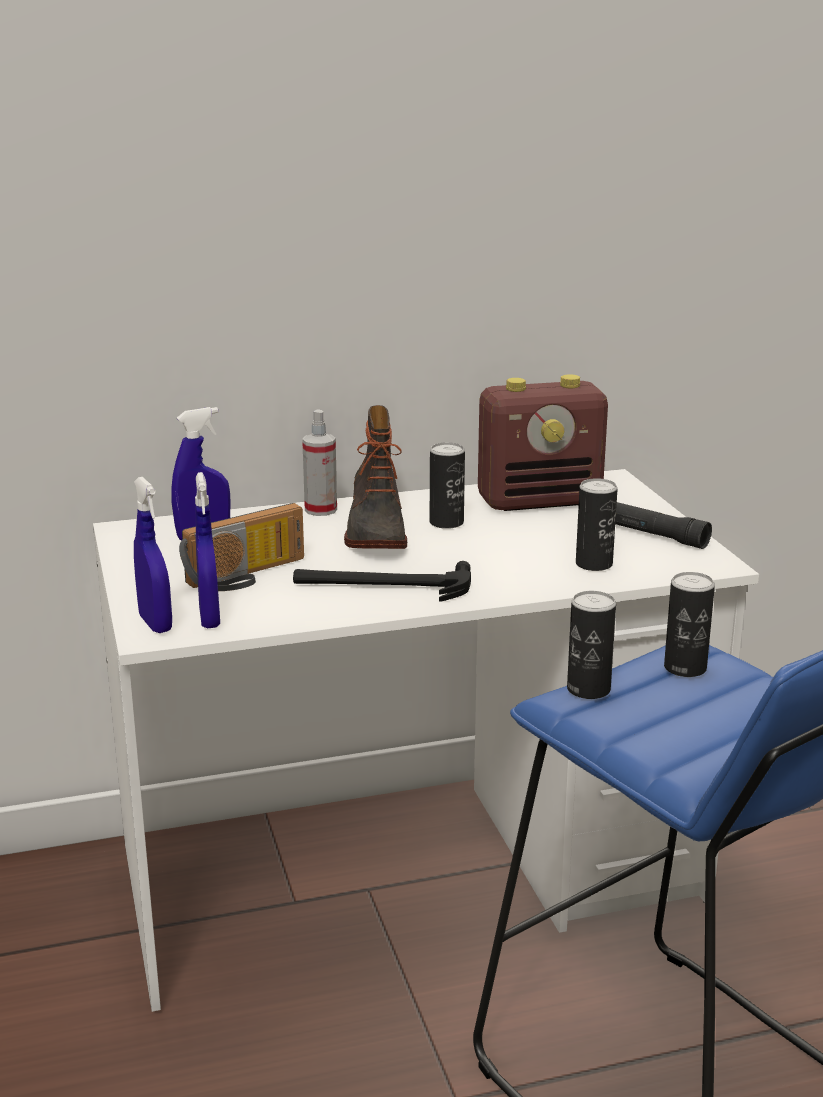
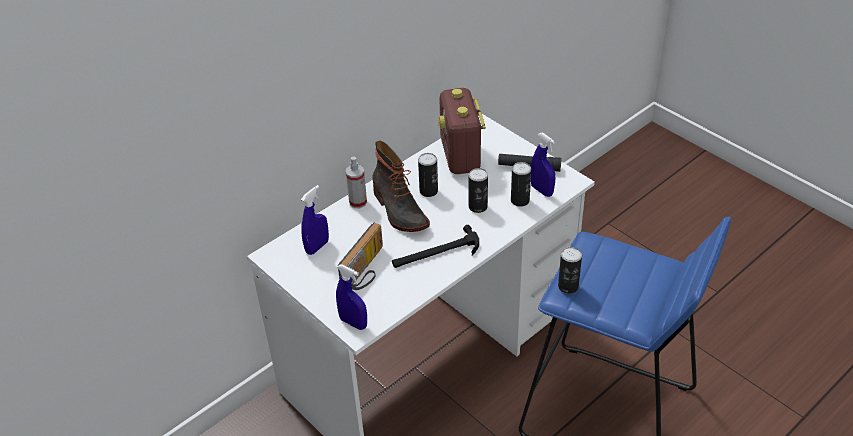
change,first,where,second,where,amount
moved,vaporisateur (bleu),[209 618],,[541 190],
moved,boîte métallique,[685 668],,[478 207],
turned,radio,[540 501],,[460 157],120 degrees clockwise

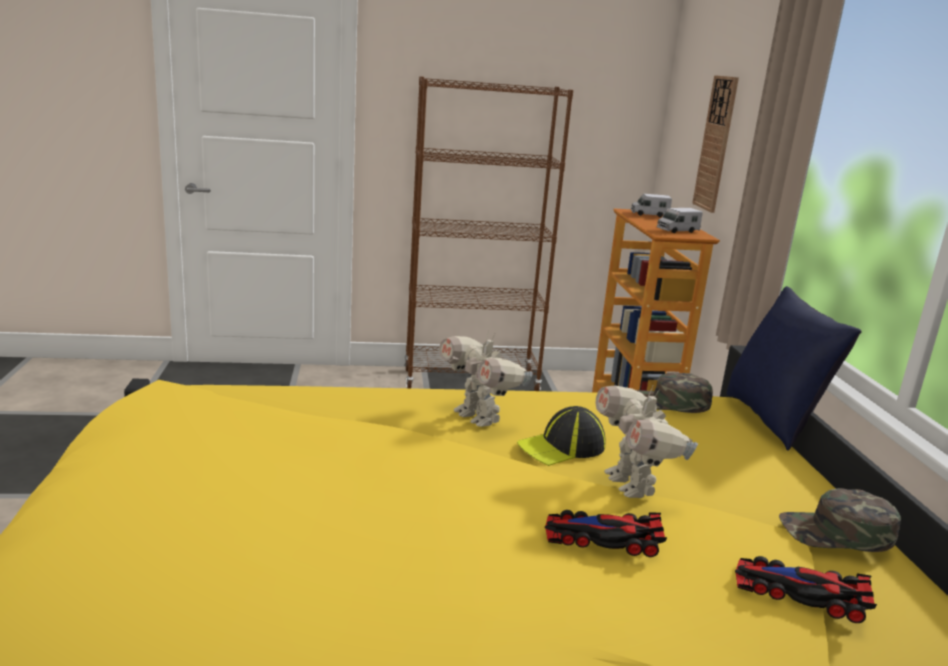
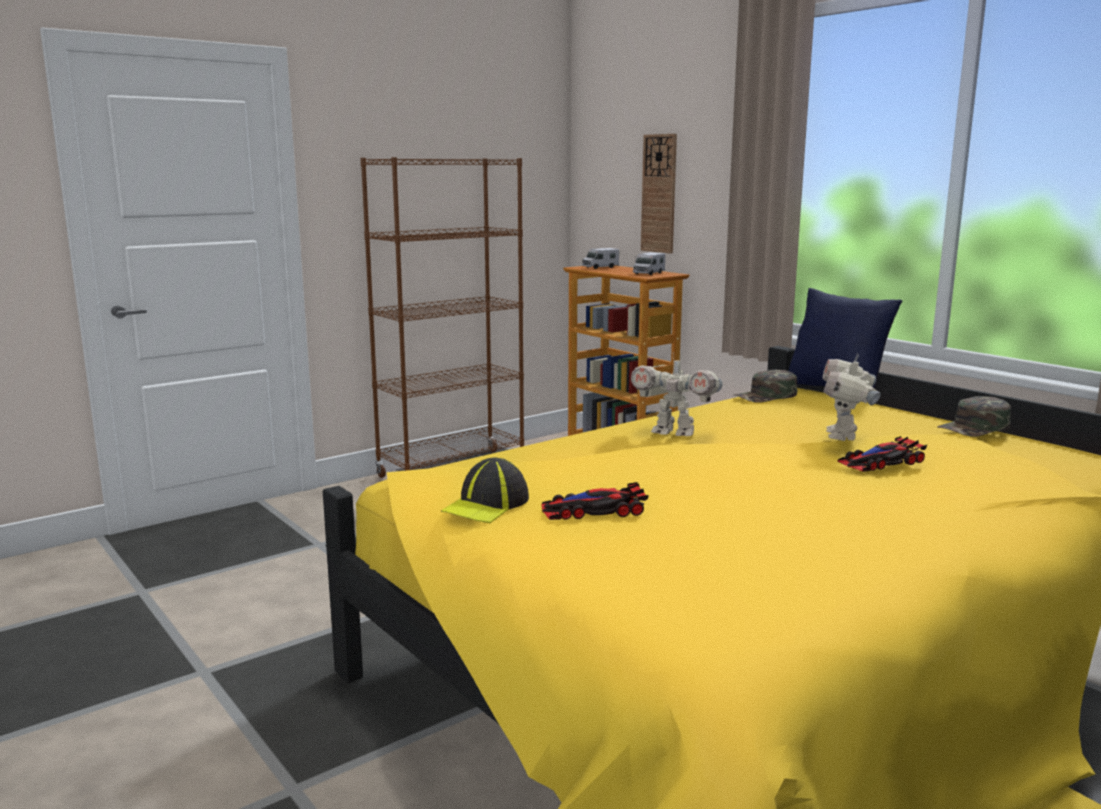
change,first,where,second,where,amount
moved,casquette,[562 447],,[486 505],
moved,petite voiture,[800 592],,[593 510],
turned,robot jouet,[632 485],,[844 436],60 degrees clockwise

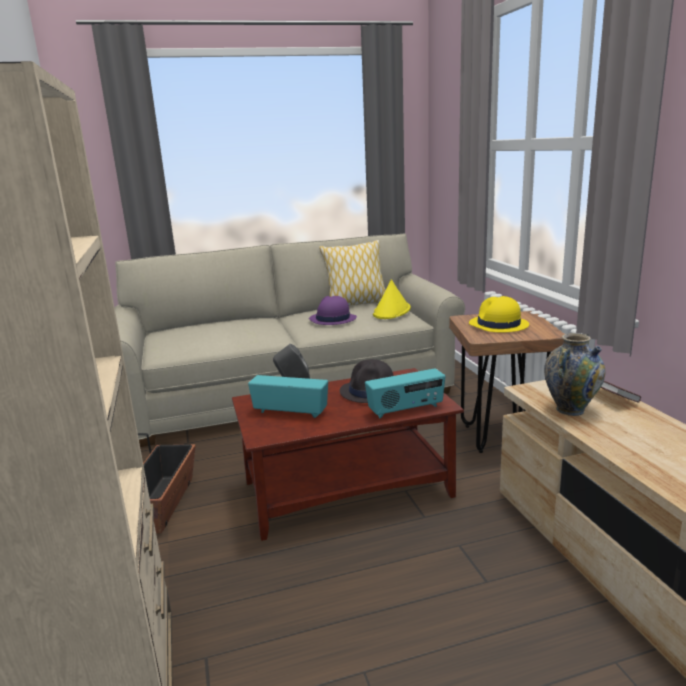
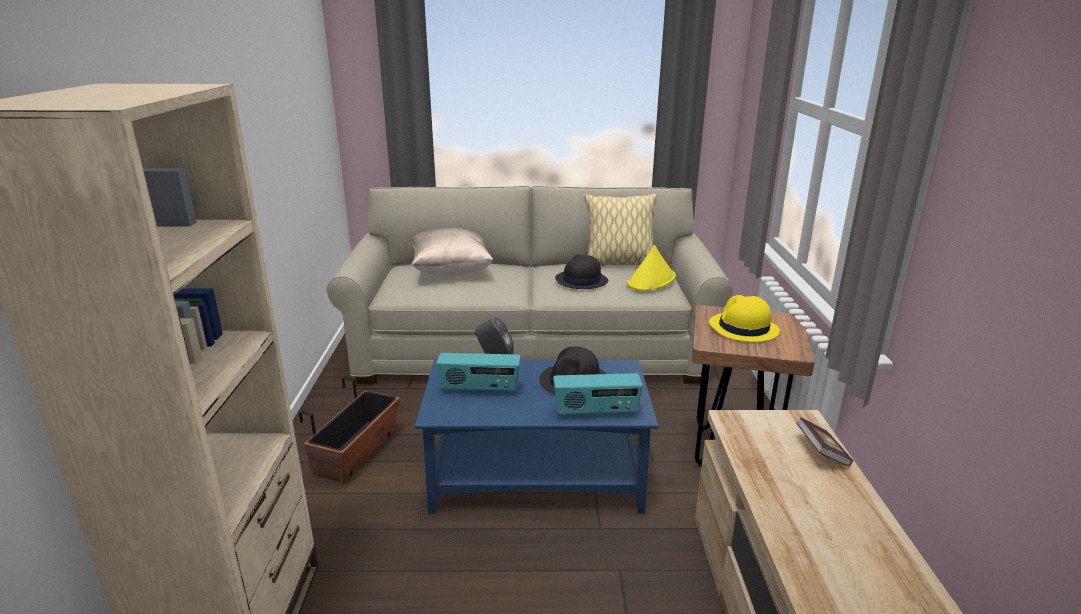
change,first,where,second,where,amount
removed,vase,[570 409],,,
added,,,coussin (beige),[451 271],
recoloured,table basse (marron),[348 488],table basse (bleu),[538 476],
recoloured,chapeau (violet),[332 319],chapeau (noir),[581 280],
turned,radio,[291 412],,[479 390],150 degrees clockwise

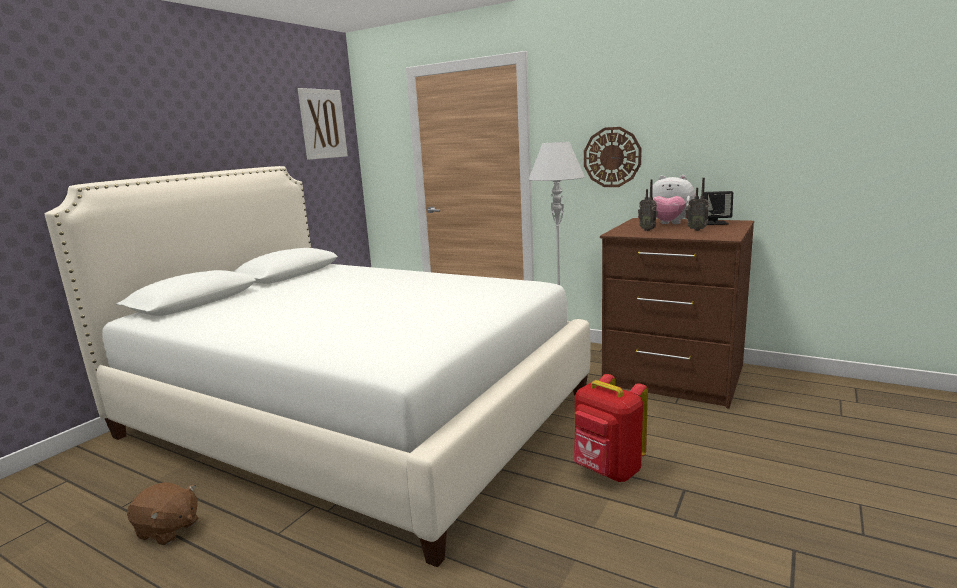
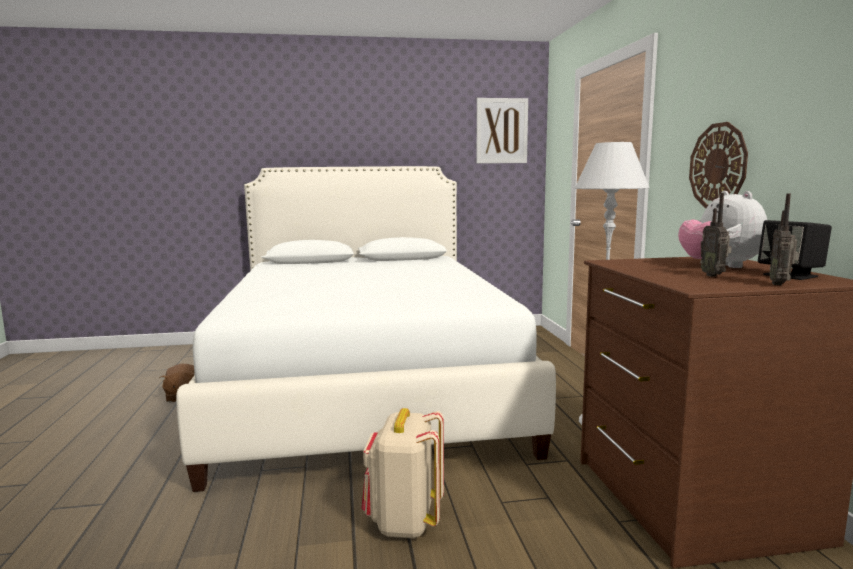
change,first,where,second,where,amount
moved,radio,[648 230],,[781 284],
recoloured,sac à dos (rouge),[607 471],sac à dos (beige),[404 522],

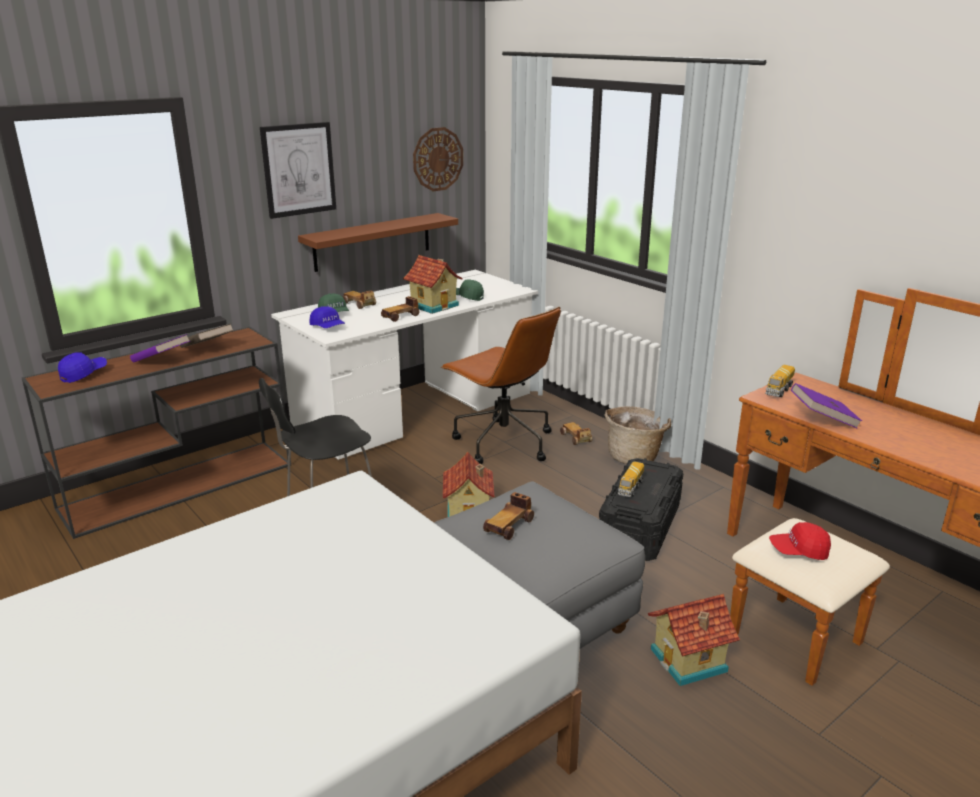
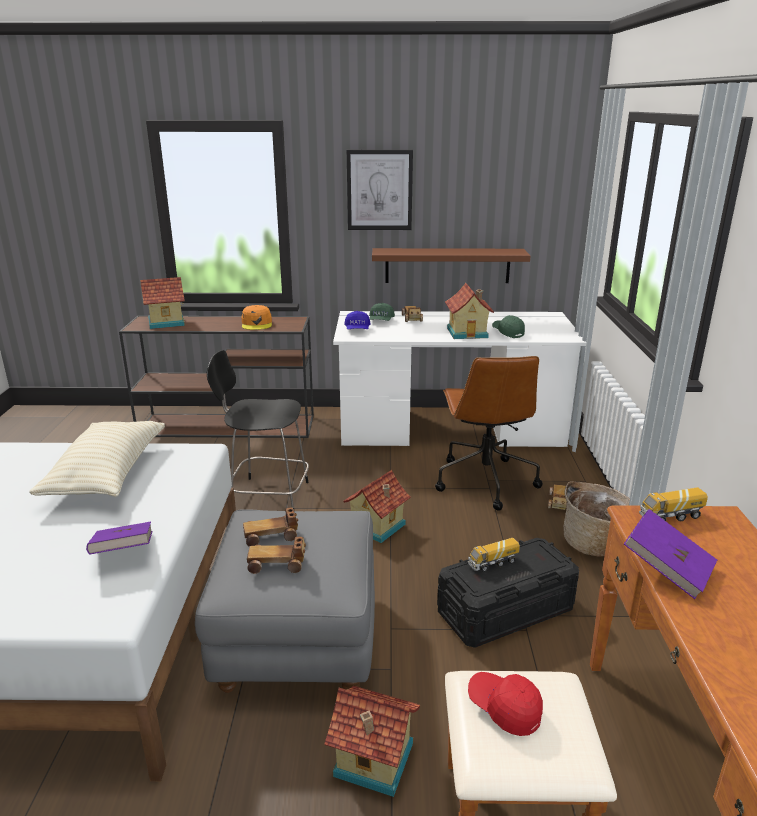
change,first,where,second,where,amount
removed,horloge murale,[437 159],,,
added,,,coussin (beige),[107 474],
moved,livre (violet),[162 361],,[124 553],
moved,petite voiture,[401 316],,[277 564],
replaced,casquette (bleu),[84 374],maison miniature,[166 322],
replaced,livre (marron),[207 348],casquette (orange),[257 324],

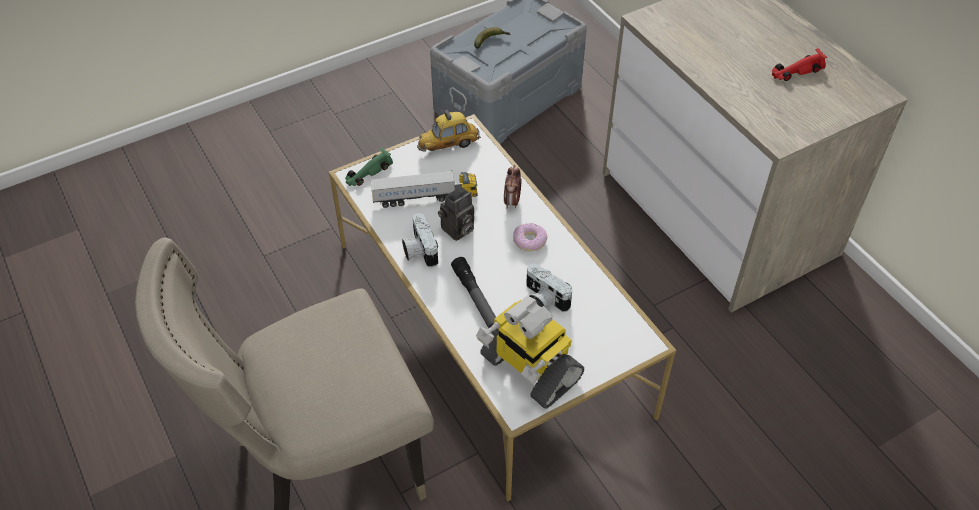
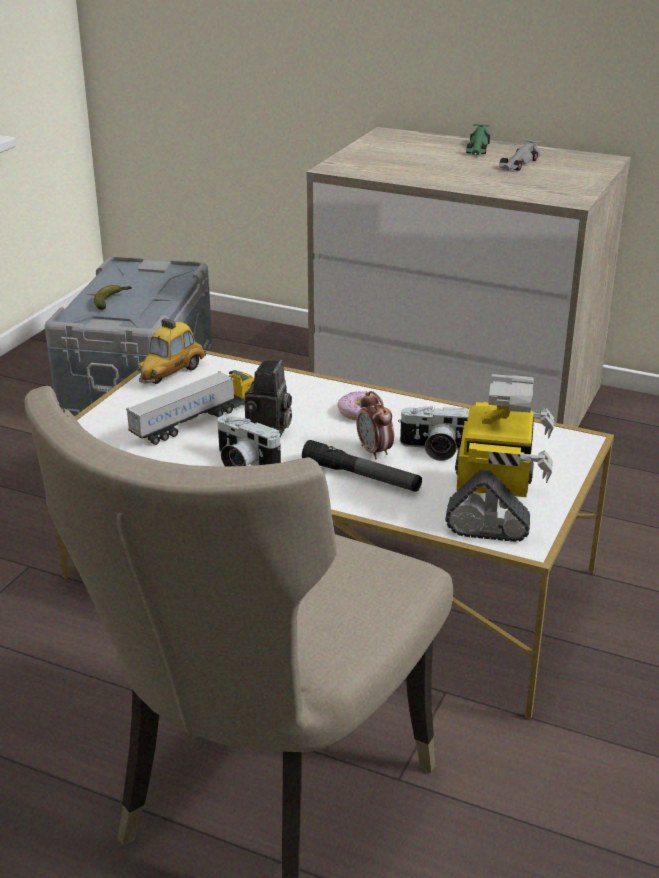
change,first,where,second,where,amount
moved,petite voiture (vert),[368 173],,[477 148],
moved,réveil,[512 202],,[374 451],
recoloured,petite voiture (rouge),[796 71],petite voiture (gris),[518 164],
turned,robot jouet,[529 368],,[493 505],90 degrees counterclockwise

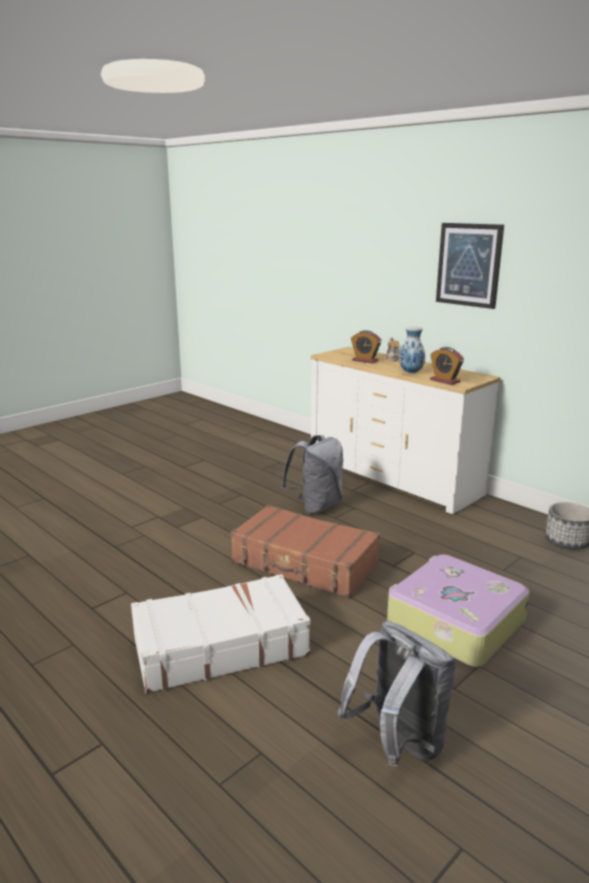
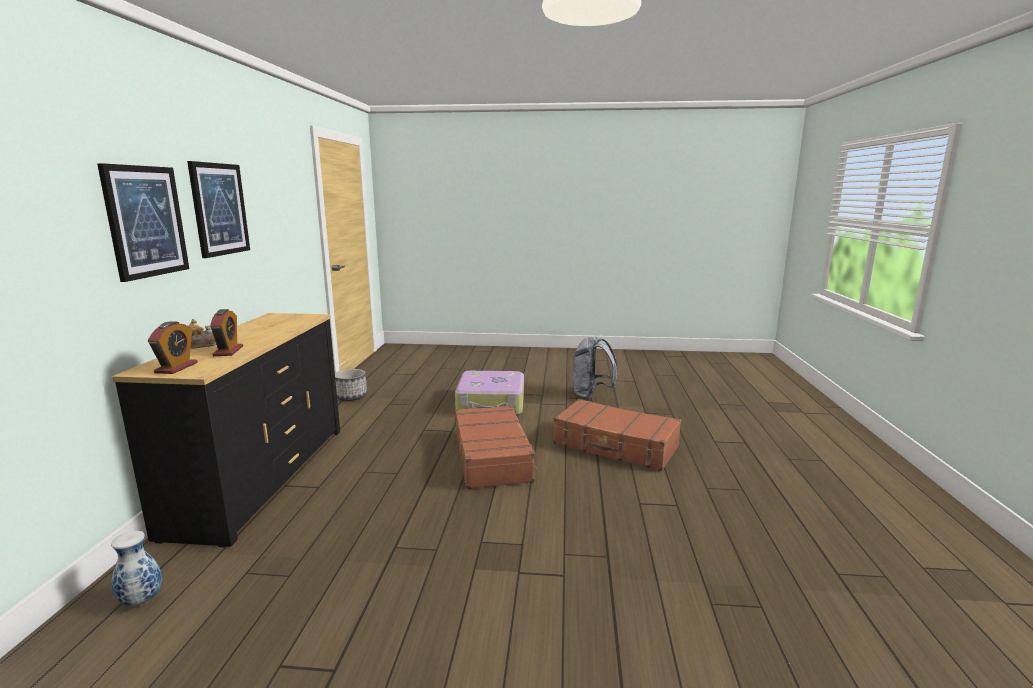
change,first,where,second,where,amount
removed,sac à dos (gris),[316 506],,,
added,,,tableau,[145 221],
moved,vase,[411 372],,[140 601],
moved,réveil,[444 381],,[176 368],
recoloured,valise (blanc),[219 646],valise (marron),[615 446],
recoloured,commode (blanc),[393 477],commode (noir),[261 477],

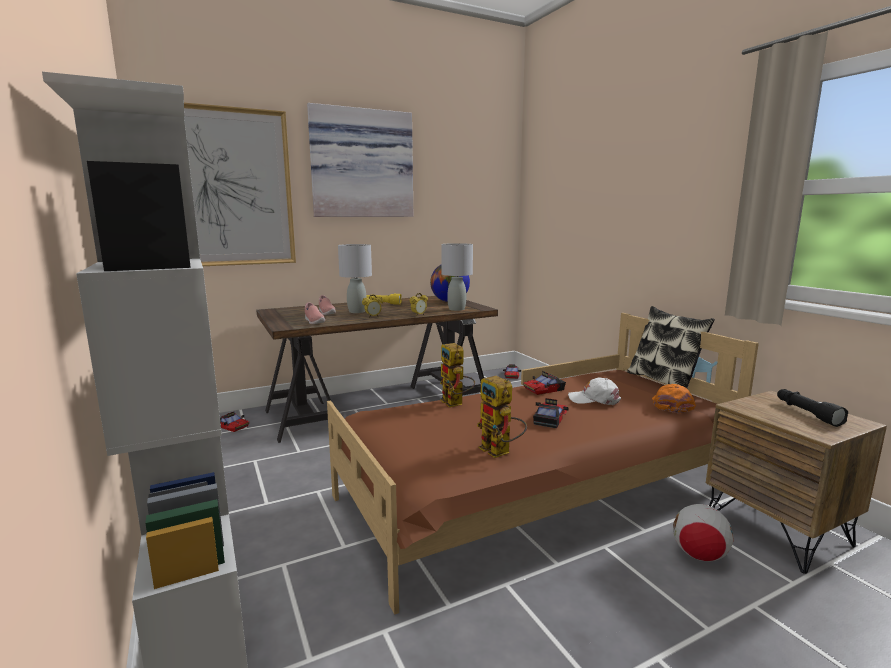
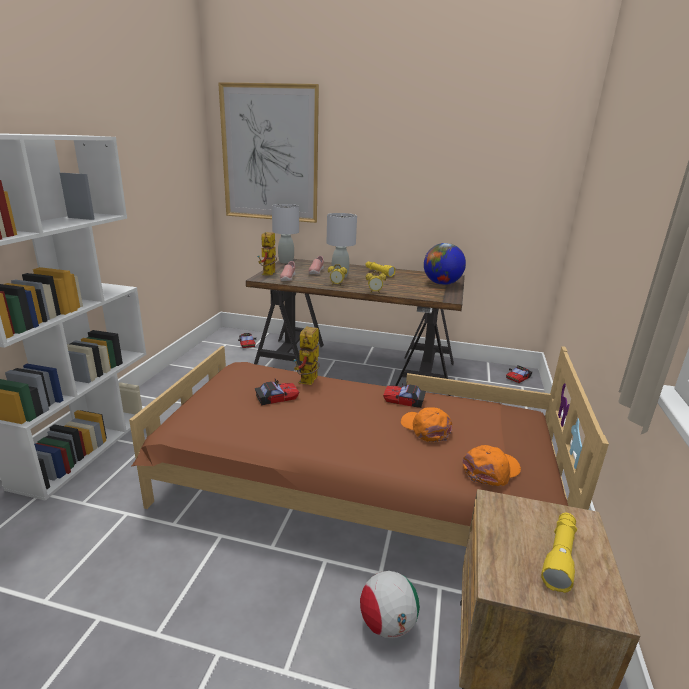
change,first,where,second,where,amount
removed,tableau,[361 164],,,
removed,coussin,[664 381],,,
moved,lampe de table (gris),[457 309],,[286 262],
moved,robot jouet,[500 452],,[269 274],
moved,petite voiture,[549 418],,[276 397],
recoloured,casquette (blanc),[594 399],casquette (orange),[425 428],
recoloured,lampe de poche (noir),[806 413],lampe de poche (jaune),[559 556],

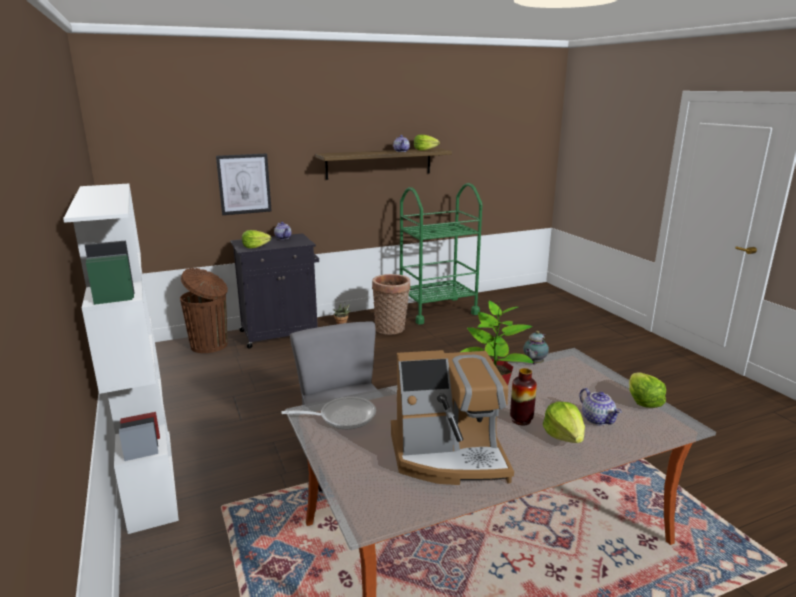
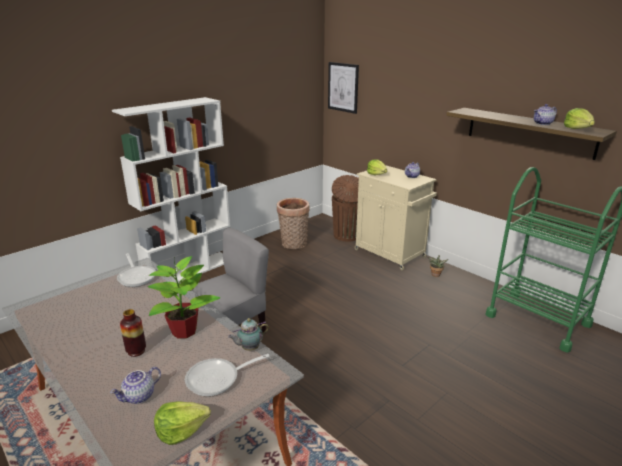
change,first,where,second,where,amount
removed,machine à café,[449 455],,,
removed,laitue,[564 436],,,
added,,,poêle,[217 379],
moved,tableau,[244 184],,[343 87],
moved,panier,[391 329],,[293 244],
recoloured,meuble de rangement (noir),[281 333],meuble de rangement (beige),[391 254],
turned,théière,[533 363],,[249 348],45 degrees counterclockwise

